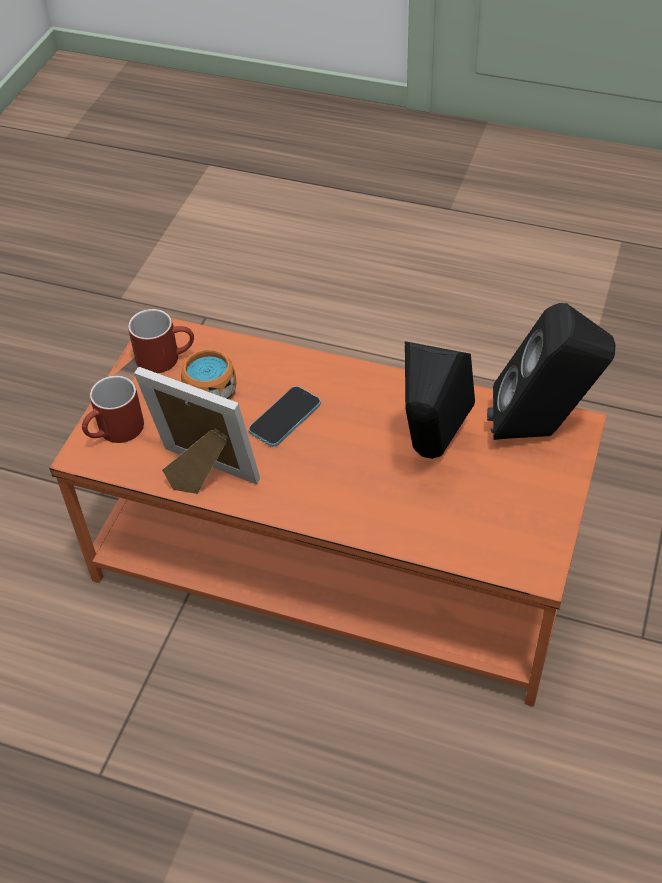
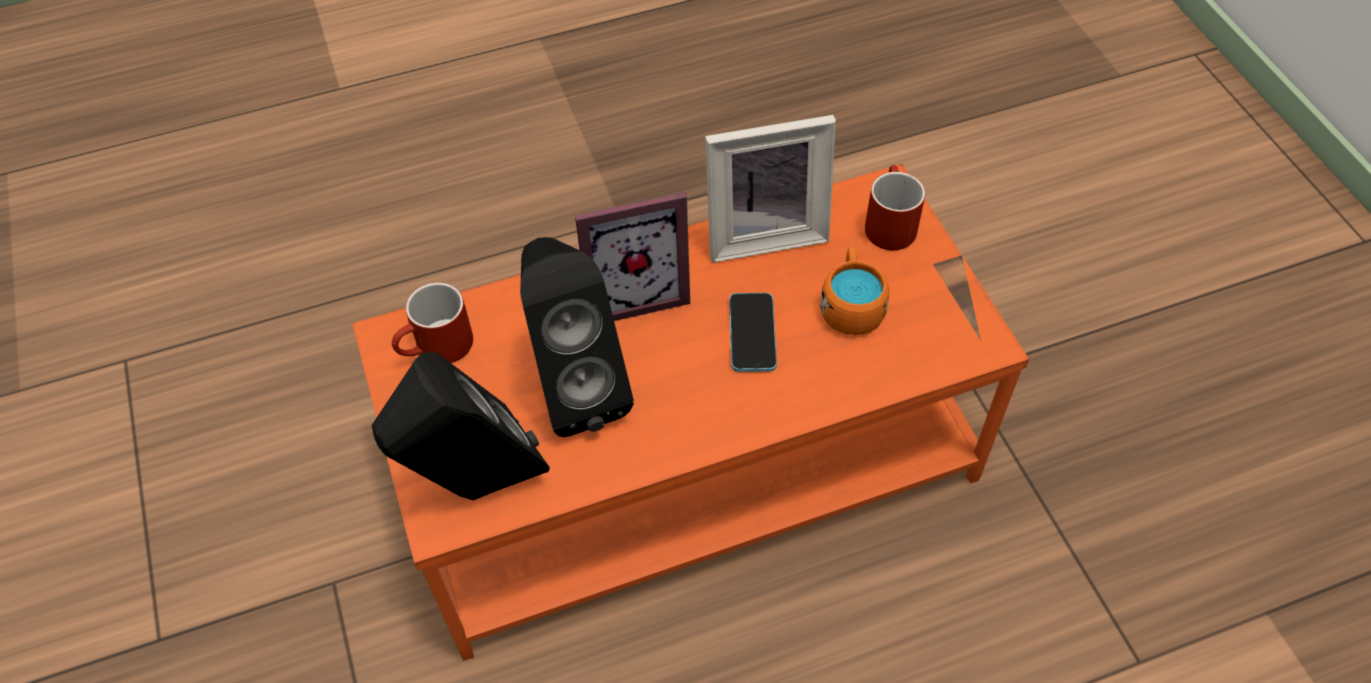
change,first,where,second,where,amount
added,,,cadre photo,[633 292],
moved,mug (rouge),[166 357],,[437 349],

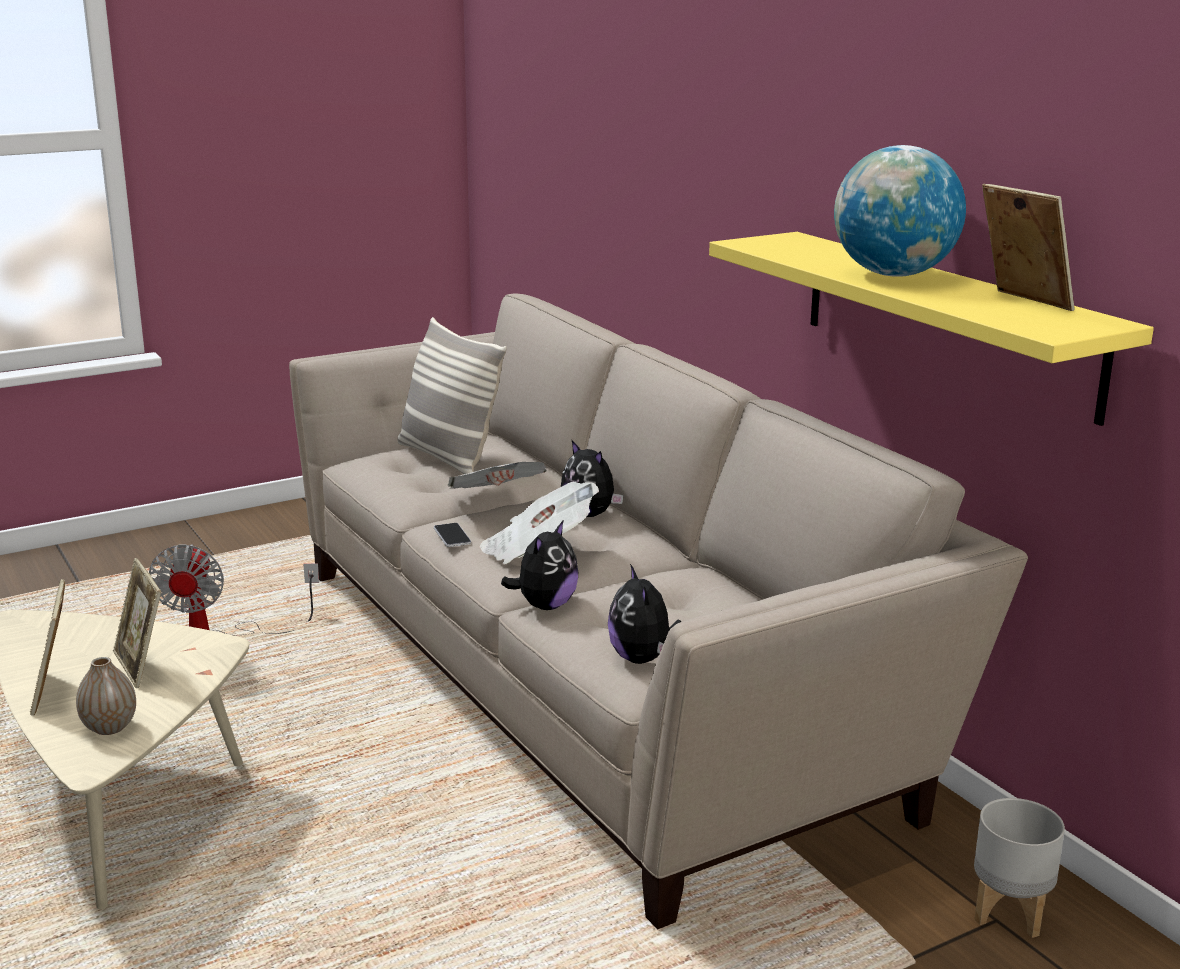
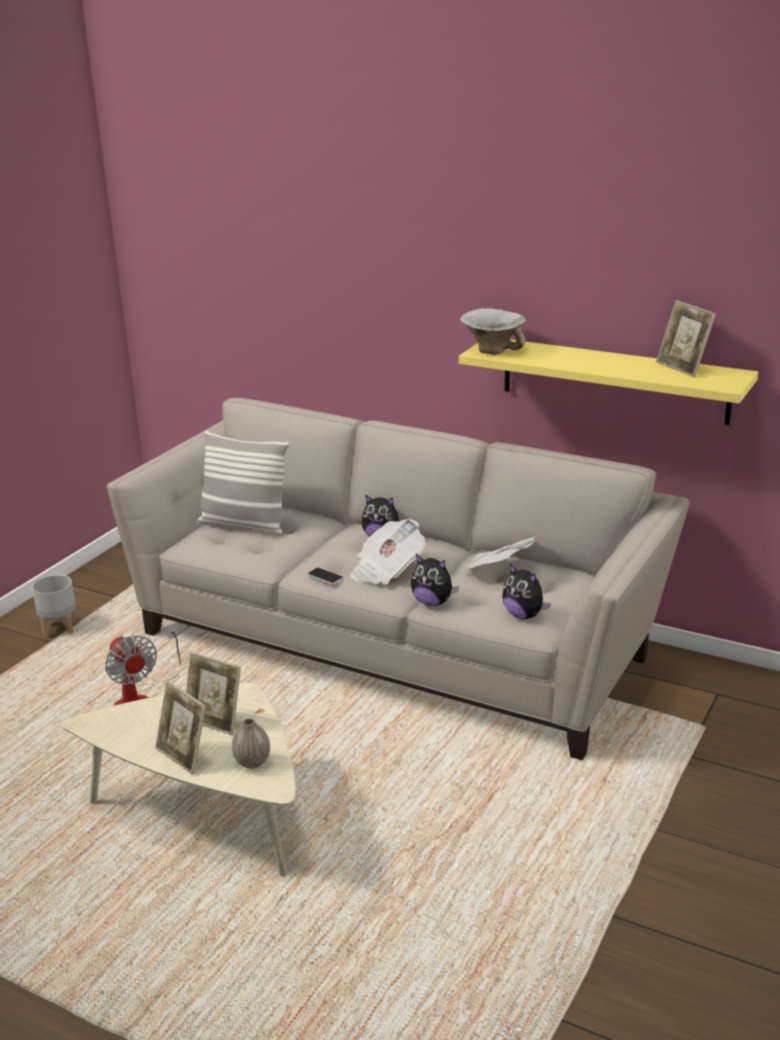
change,first,where,second,where,amount
removed,globe,[893 275],,,
added,,,bol,[493 350],
moved,journal,[496 502],,[498 571],
moved,cache-pot (gris),[1011 913],,[60 629],
turned,peluche,[545 605],,[433 602],120 degrees clockwise
turned,cadre photo,[1021 302],,[682 368],150 degrees counterclockwise

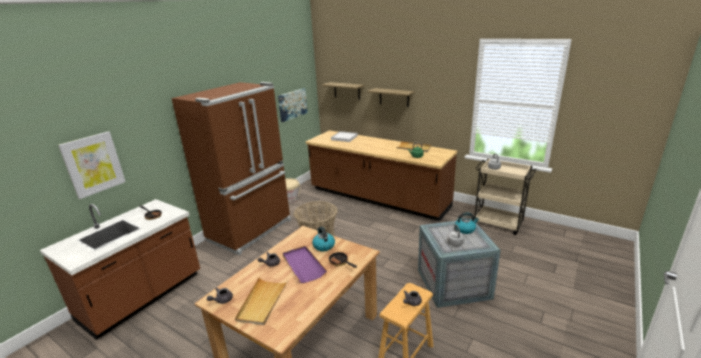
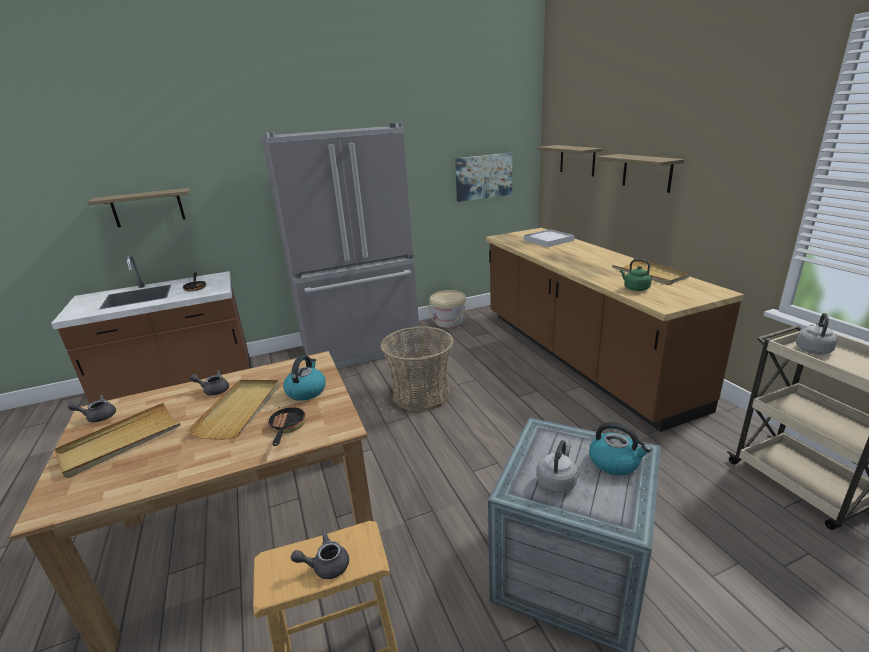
change,first,where,second,where,amount
replaced,tableau,[93 164],étagère,[148 208],
recoloured,réfrigérateur (marron),[251 230],réfrigérateur (gris),[362 350],
recoloured,plateau (violet),[303 265],plateau (beige),[240 410],

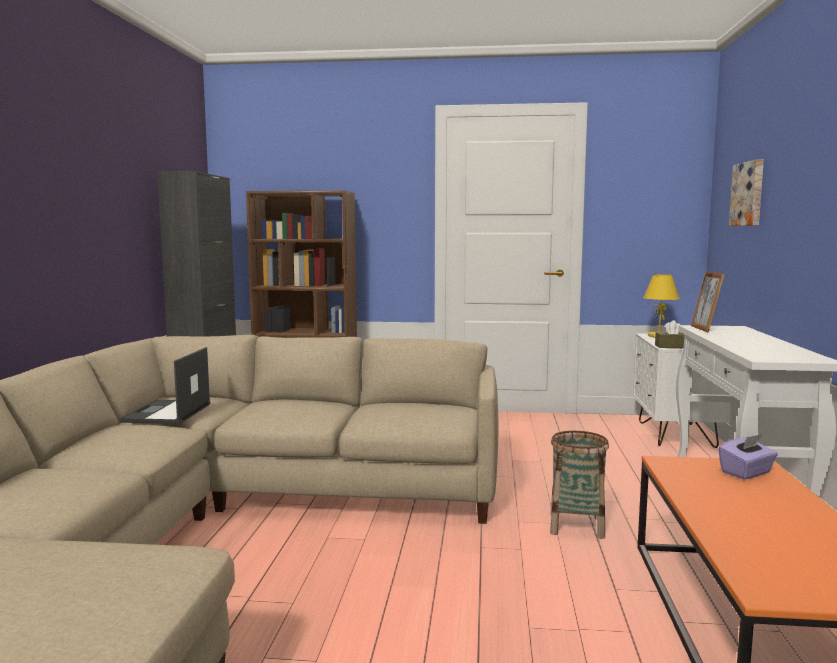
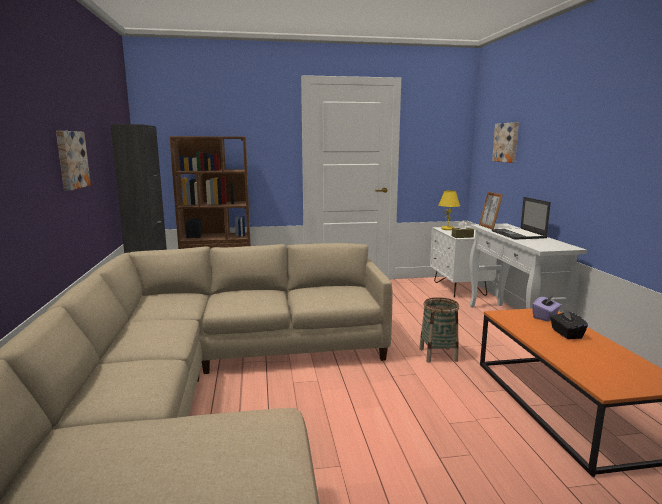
change,first,where,second,where,amount
added,,,tableau,[70 160],
added,,,boîte à mouchoirs (noir),[566 334],
moved,ordinateur portable,[167 413],,[519 234],

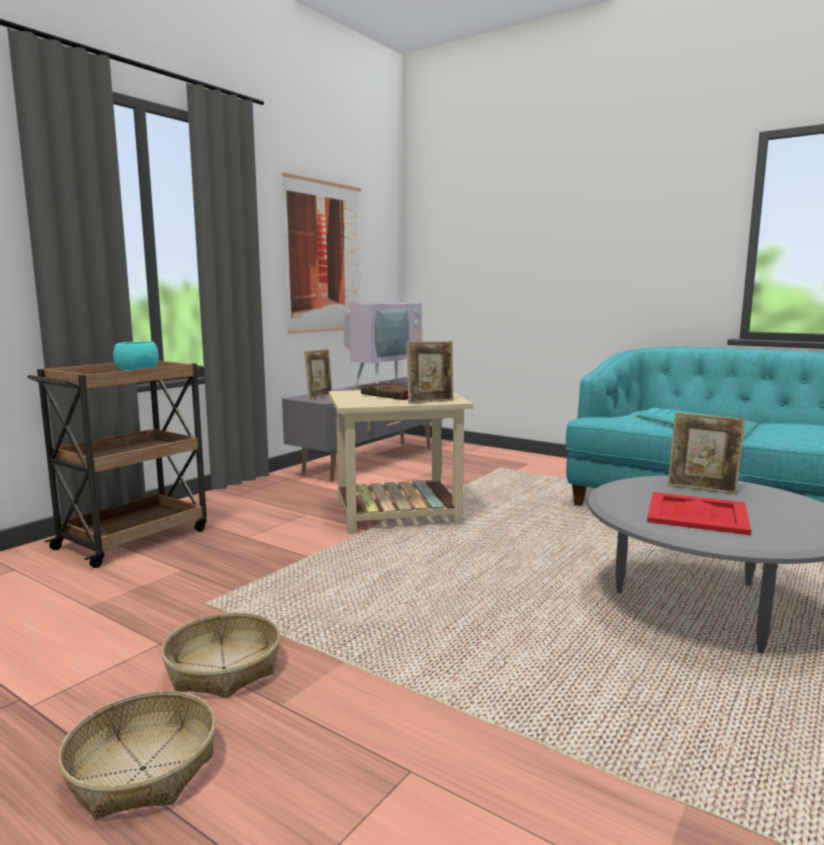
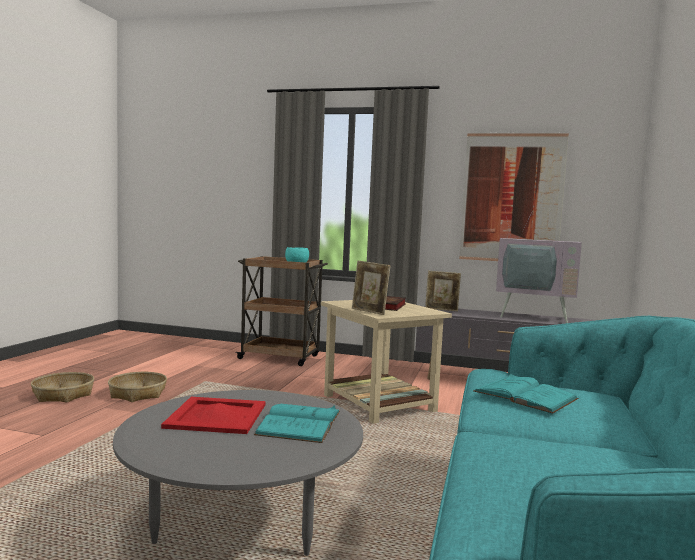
change,first,where,second,where,amount
replaced,cadre photo,[702 489],livre (turquoise),[299 423],

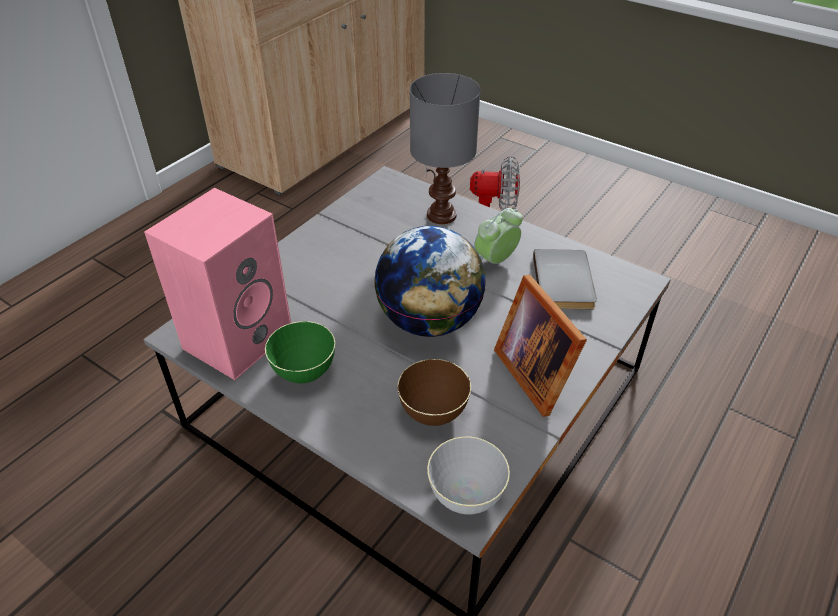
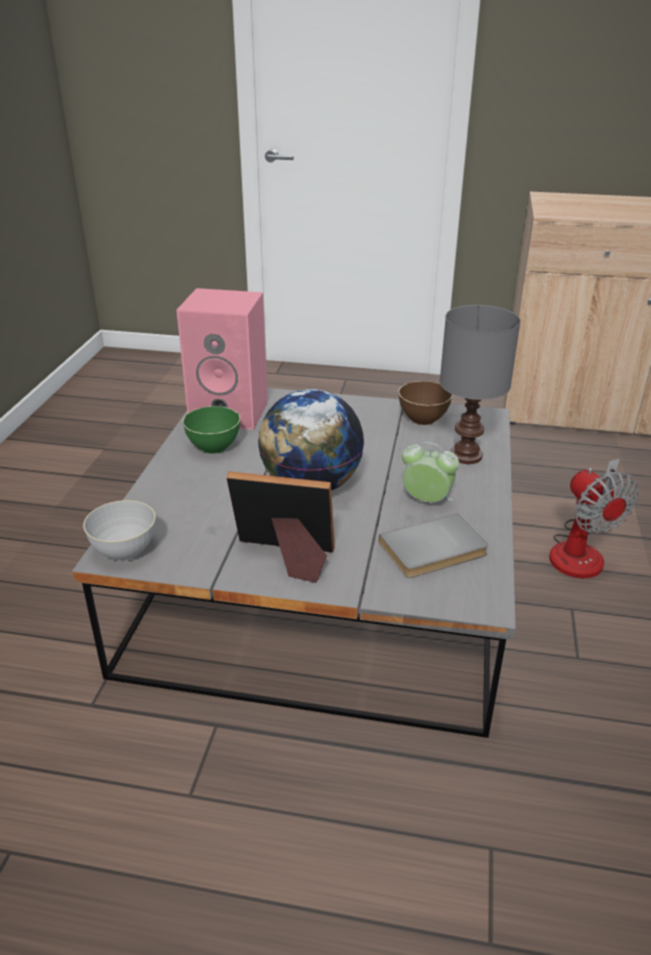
change,first,where,second,where,amount
moved,bol (marron),[433 411],,[423 419],
turned,cadre photo,[536 372],,[286 558],60 degrees clockwise

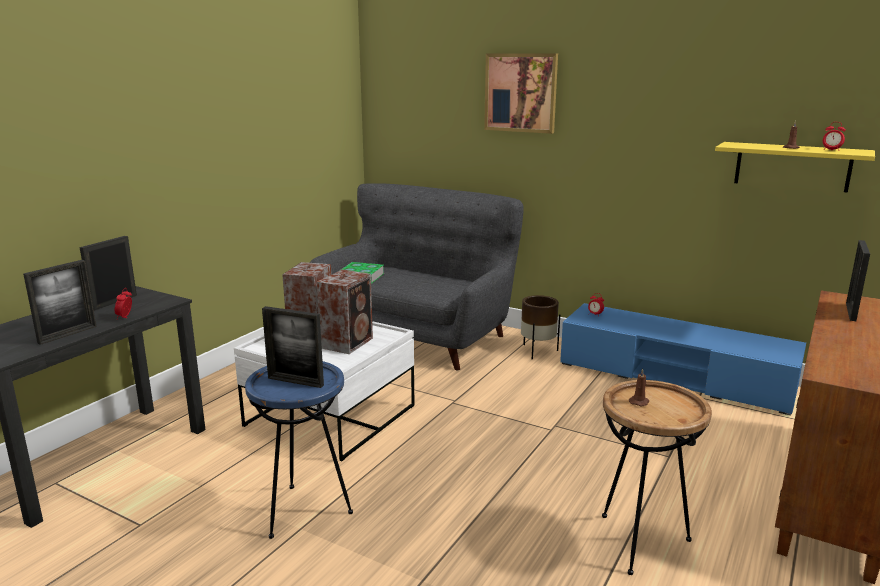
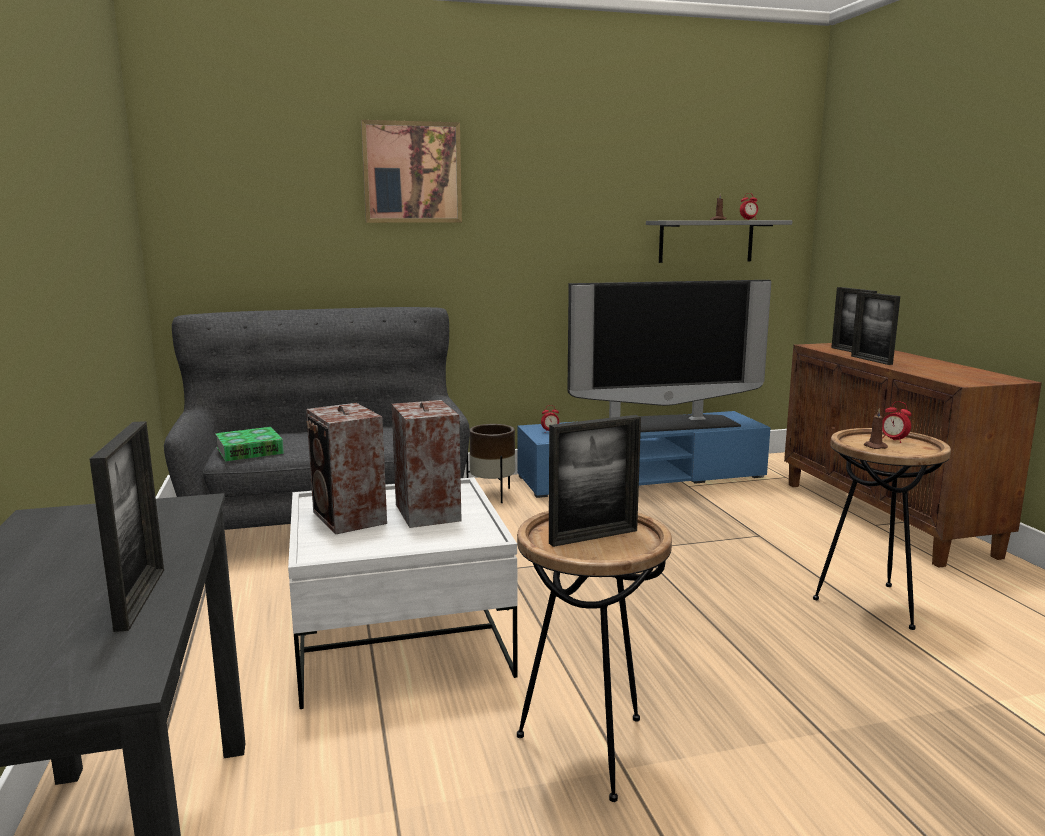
change,first,where,second,where,amount
added,,,téléviseur,[659 424],
moved,cadre photo,[114 302],,[871 360],
moved,réveil,[125 317],,[893 440],
recoloured,table d'appoint (bleu),[305 511],table d'appoint (marron),[589 749],
recoloured,étagère (jaune),[792 166],étagère (gris),[706 241],

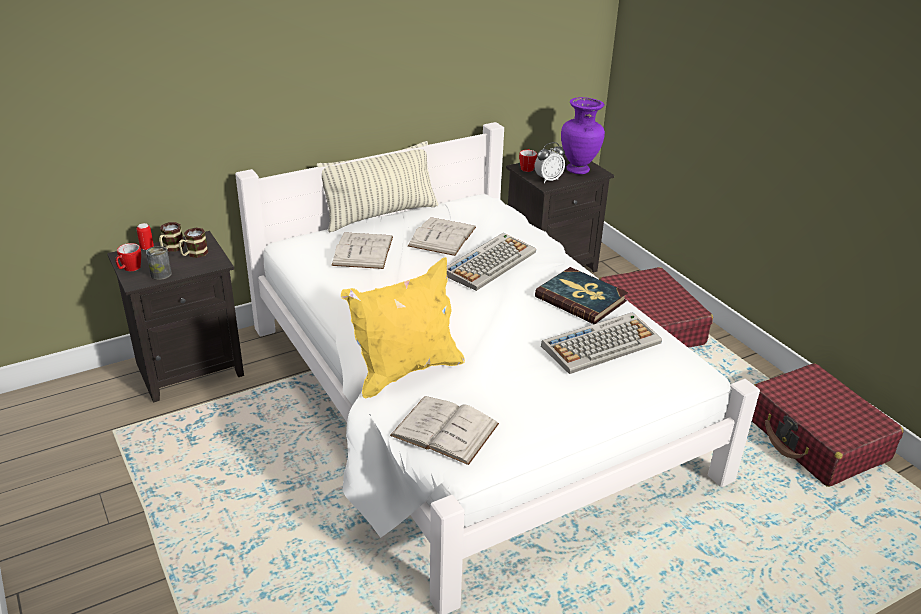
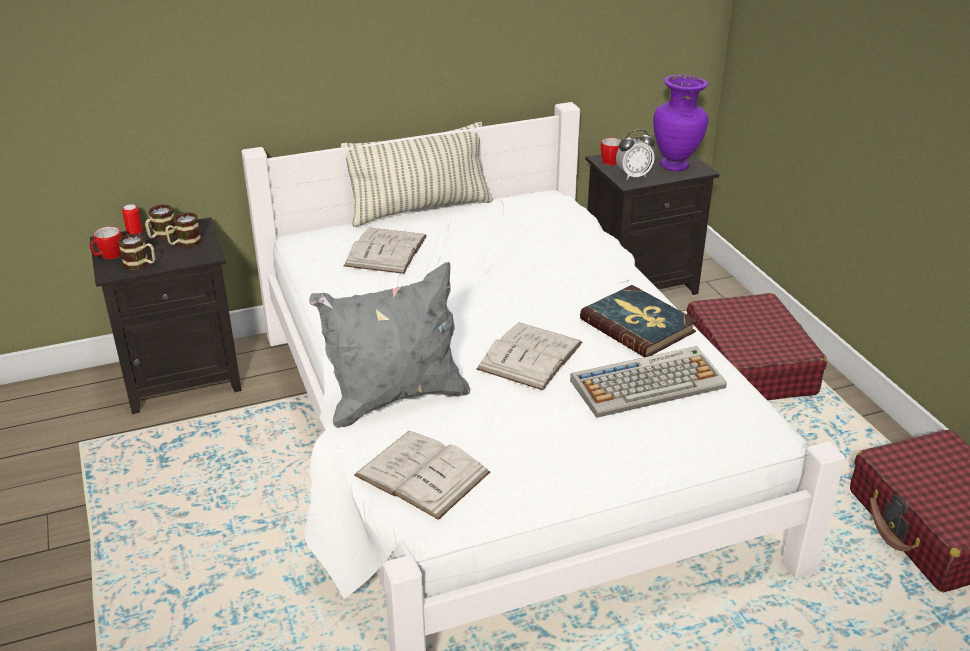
change,first,where,second,where,amount
removed,clavier,[489 262],,,
moved,livre (blanc),[442 236],,[530 356],
replaced,boîte métallique,[161 274],mug,[141 264],
recoloured,coussin (jaune),[405 371],coussin (gris),[395 399],

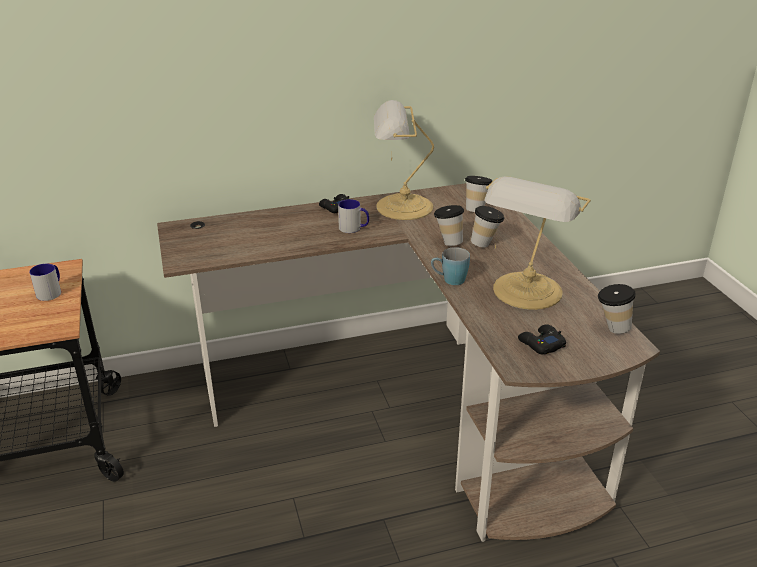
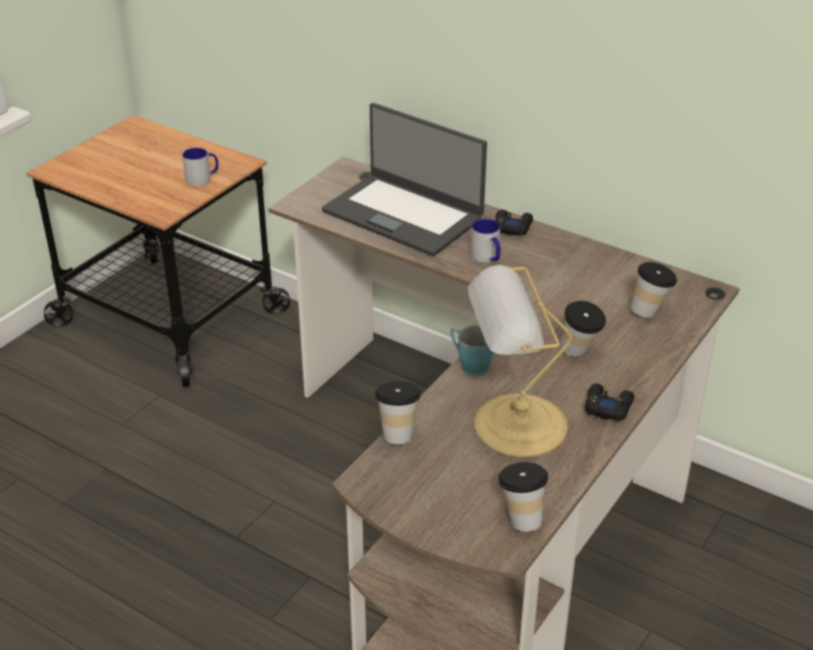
change,first,where,second,where,amount
removed,lampe de table,[401 207],,,
added,,,ordinateur portable,[404 214],
moved,tasse,[448 242],,[398 433],
moved,manette (noir),[541 344],,[607 406],

